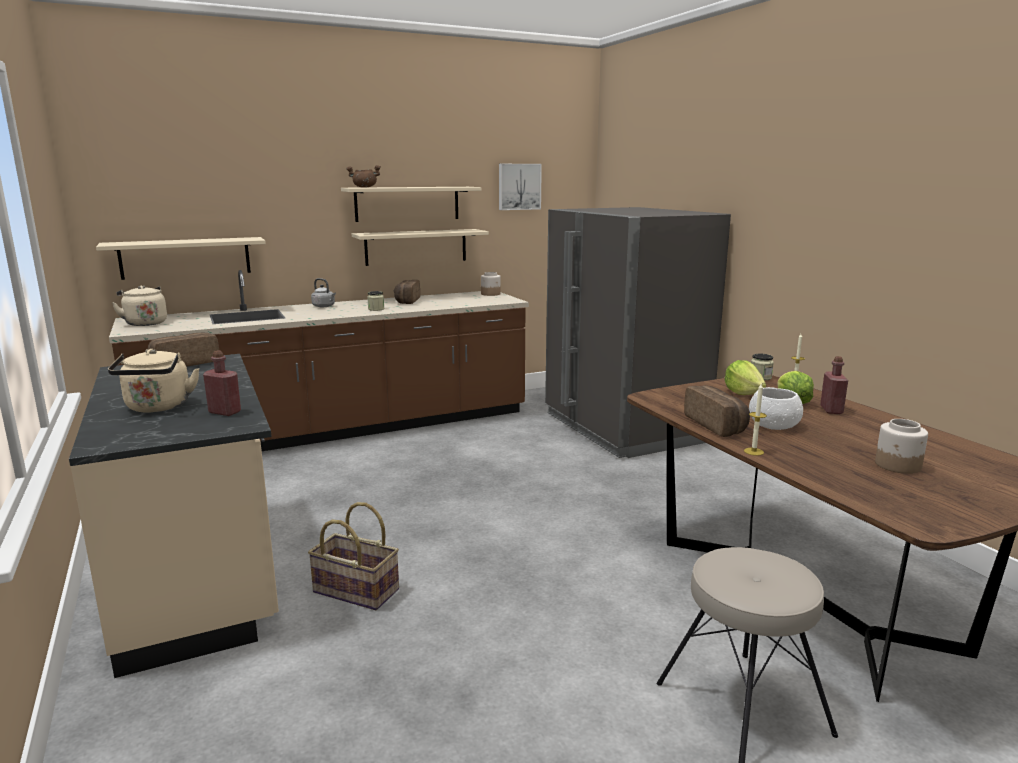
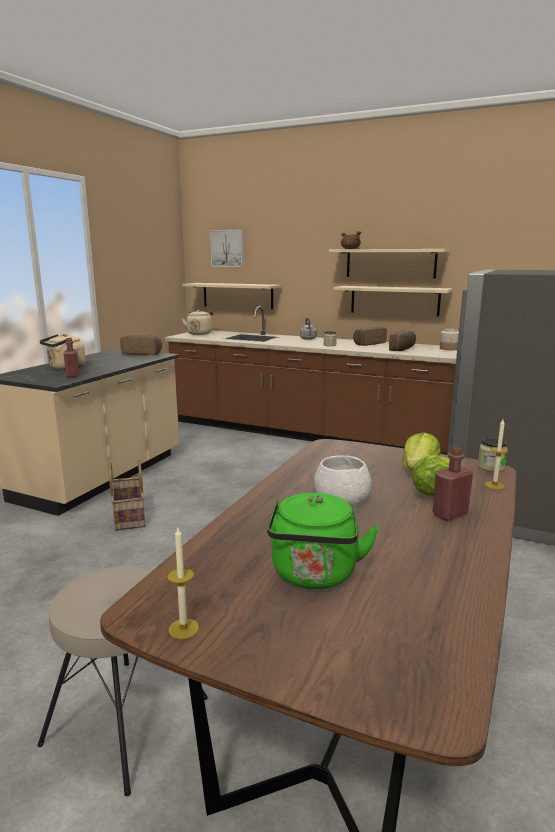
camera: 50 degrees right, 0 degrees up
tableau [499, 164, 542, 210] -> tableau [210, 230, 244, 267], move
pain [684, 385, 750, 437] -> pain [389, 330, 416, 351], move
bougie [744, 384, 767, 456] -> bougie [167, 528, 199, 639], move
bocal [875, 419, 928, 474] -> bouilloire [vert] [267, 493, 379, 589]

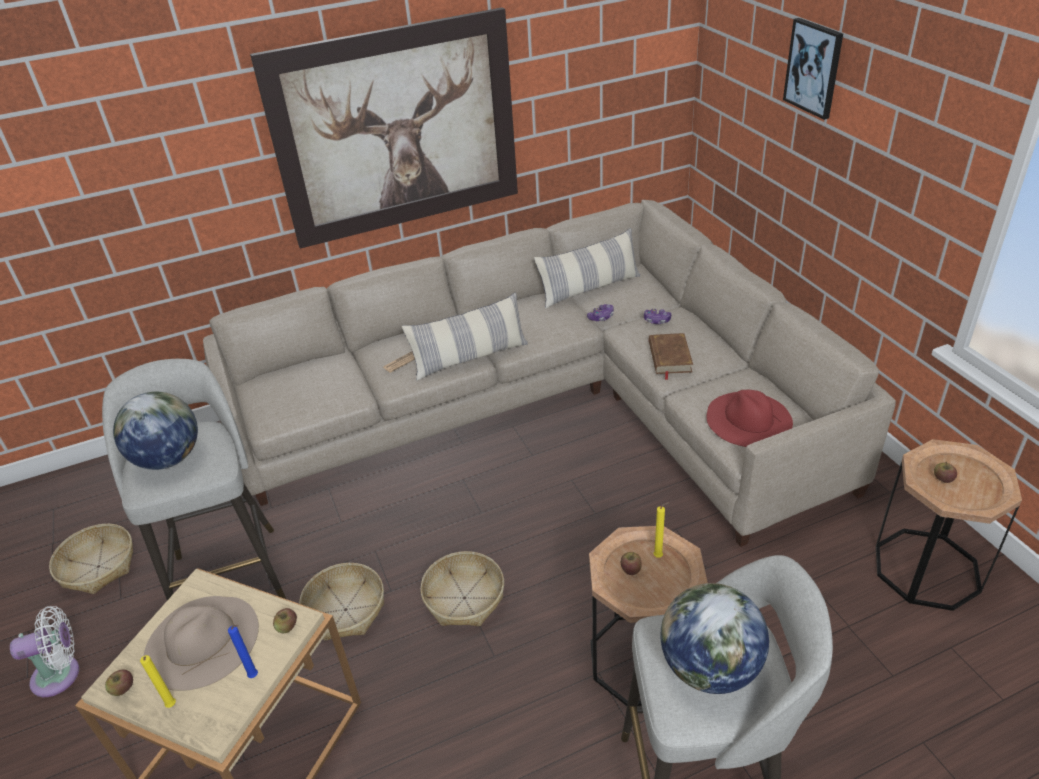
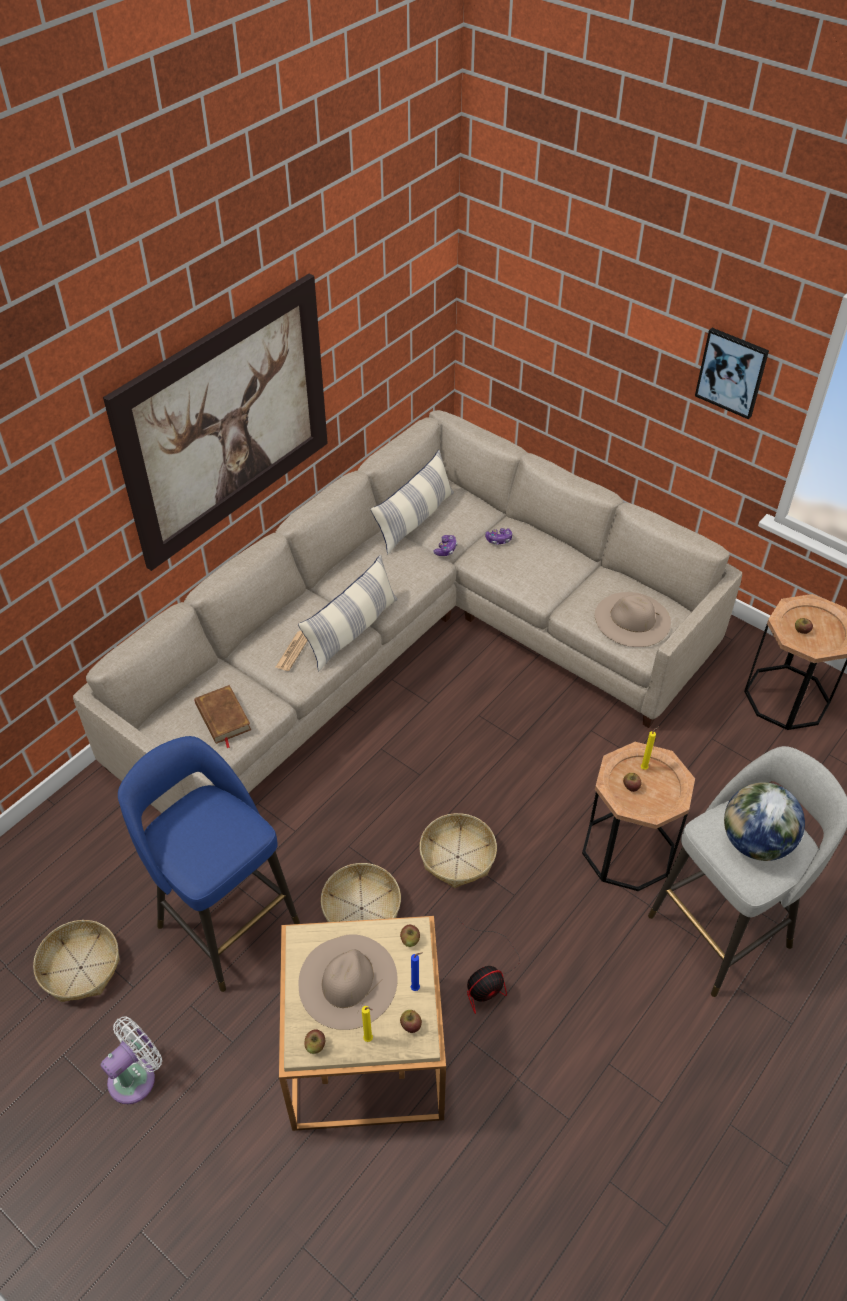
camera: 30 degrees left, 10 degrees up
tabouret [gris] [102, 359, 286, 600] -> tabouret [bleu] [118, 736, 300, 992]
globe [113, 392, 198, 470] -> none
livre [marron] [649, 333, 693, 380] -> livre [marron] [195, 685, 251, 748], move
chapeau [rouge] [706, 390, 793, 447] -> chapeau [beige] [595, 592, 671, 647]
tableau [783, 18, 843, 120] -> tableau [695, 328, 769, 419], move
none -> pomme [400, 1010, 422, 1033]
none -> ventilateur [456, 915, 520, 1014]

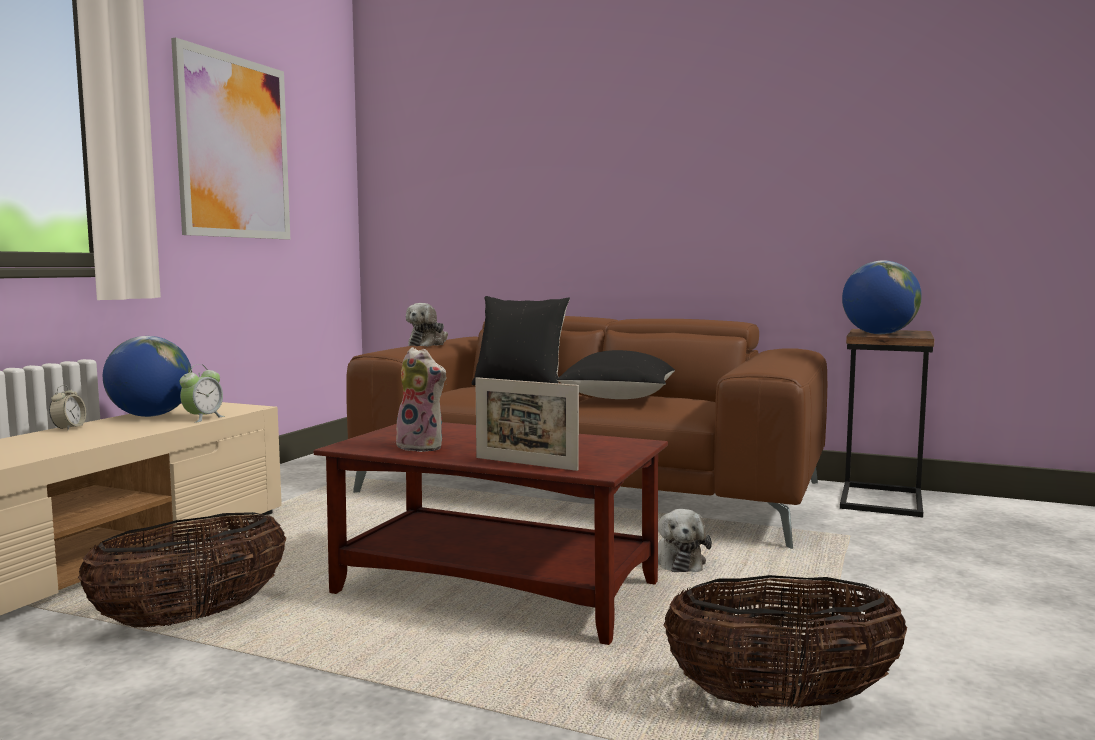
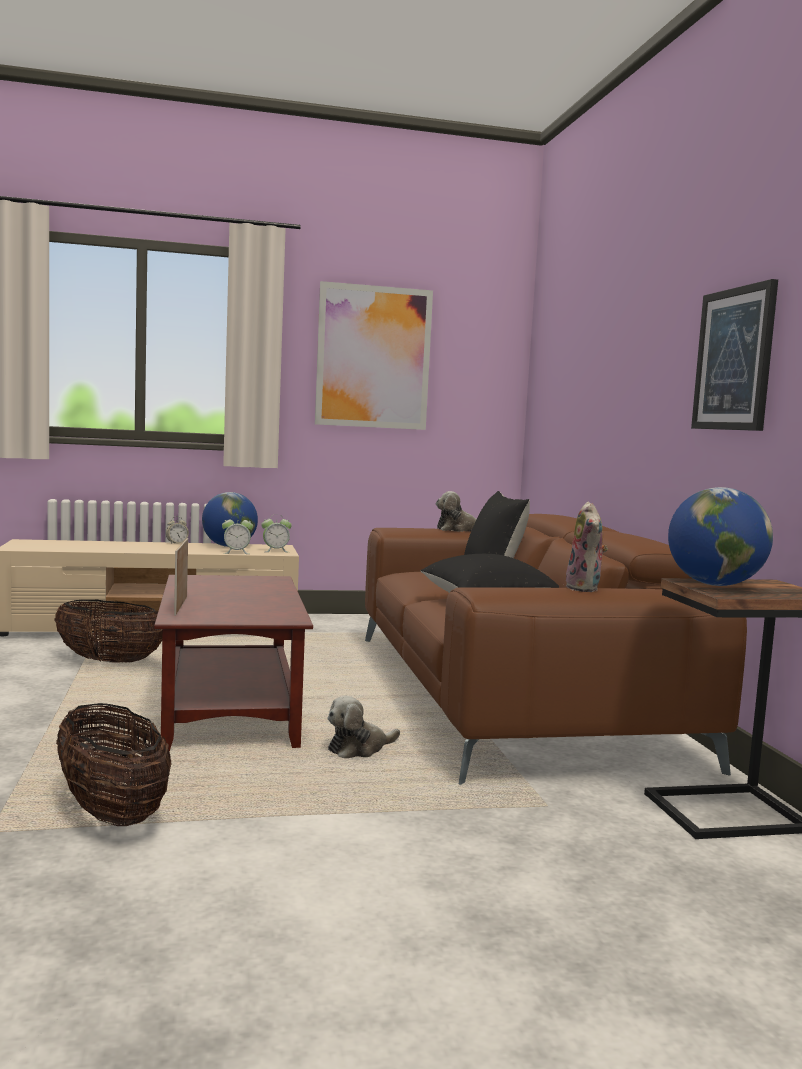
camera: 55 degrees right, 0 degrees up
peluche [390, 347, 446, 452] -> peluche [566, 502, 608, 592], move
none -> réveil [261, 514, 292, 552]
none -> tableau [691, 279, 778, 431]

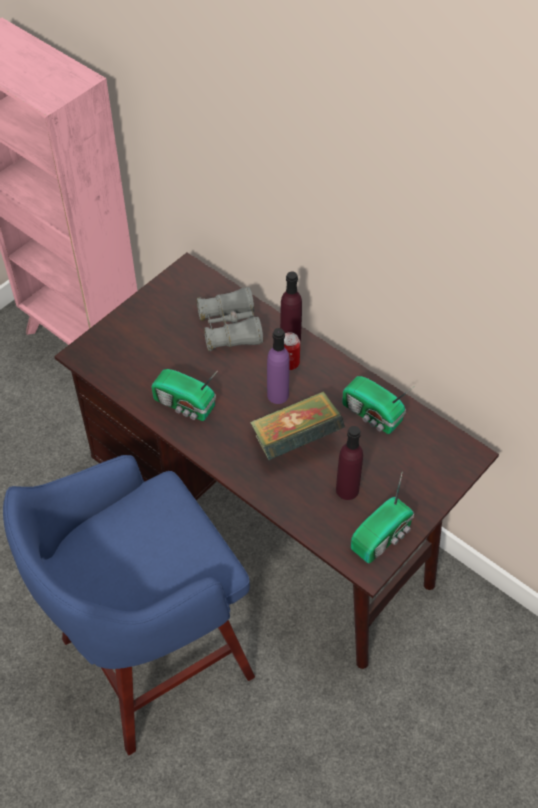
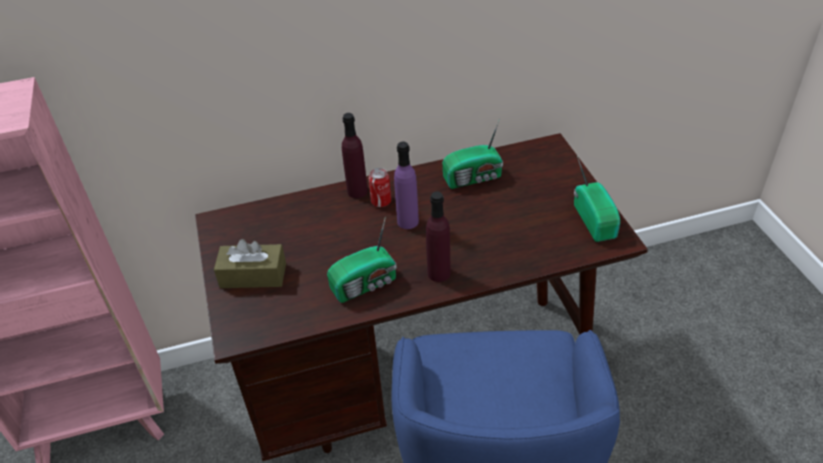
camera: 55 degrees left, 10 degrees down
jumelles [gris] [196, 287, 263, 351] -> none
livre [250, 391, 345, 460] -> none
bouteille [violet] [336, 426, 363, 500] -> bouteille [violet] [426, 192, 451, 282], move
none -> boîte à mouchoirs [marron] [214, 239, 286, 288]

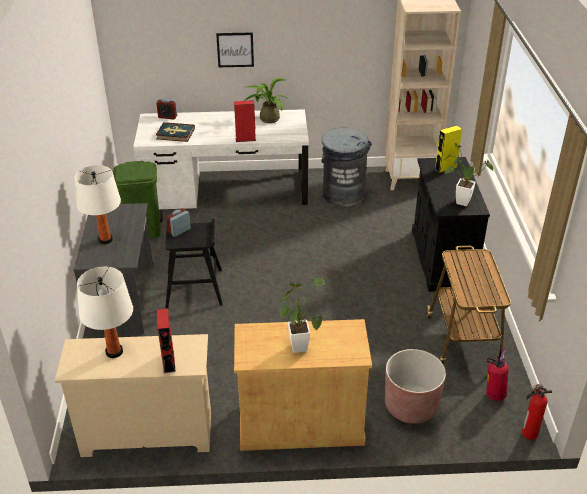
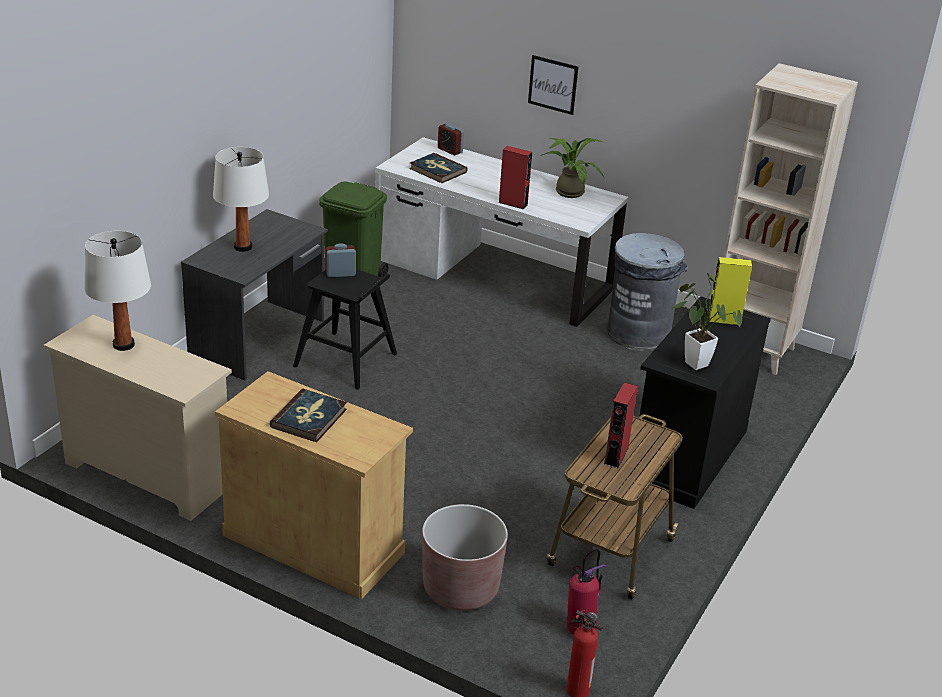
camera: 30 degrees right, 5 degrees down
enceinte [rouge] [156, 308, 176, 373] -> enceinte [rouge] [604, 382, 638, 468], move
plante en pot [279, 277, 325, 353] -> livre [270, 389, 347, 442]

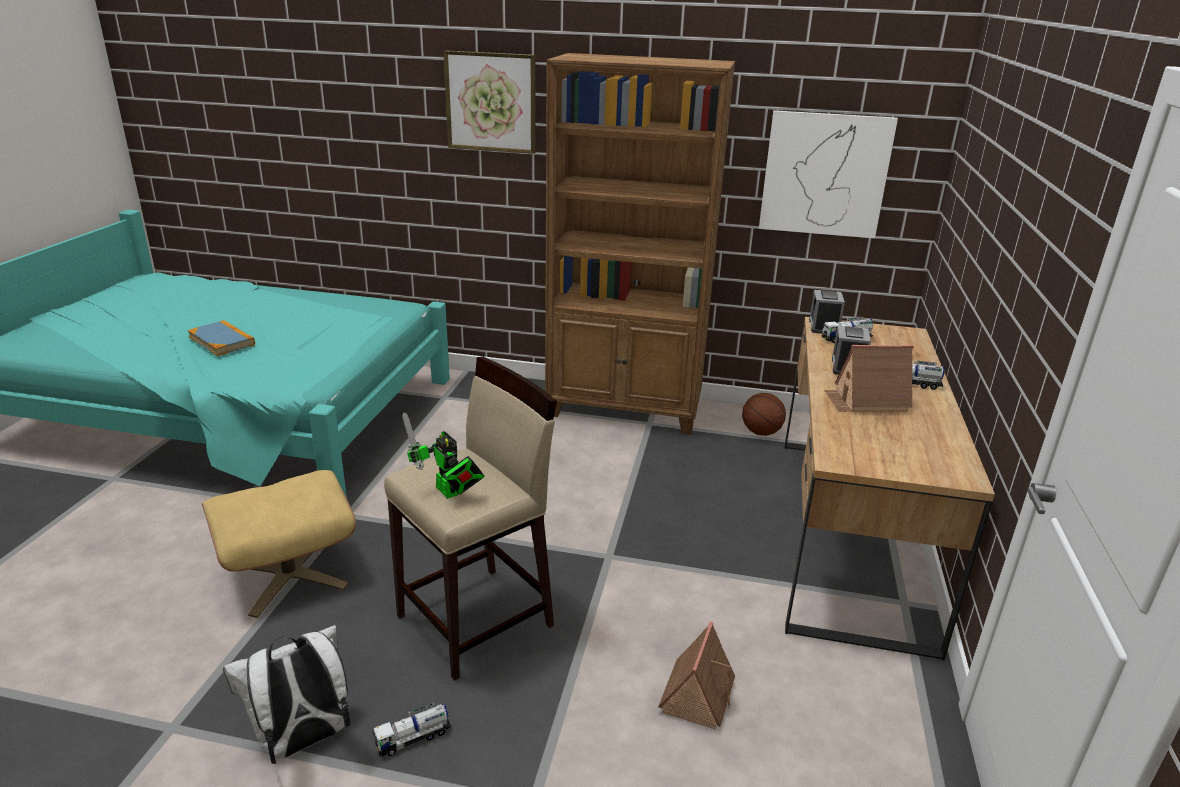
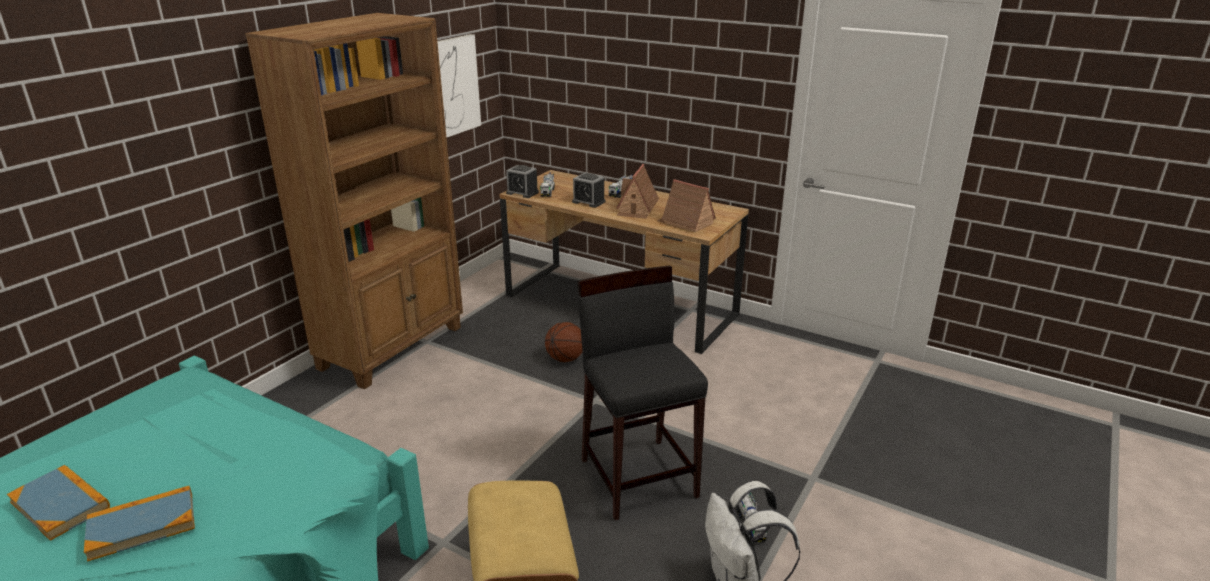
camera: 70 degrees left, 0 degrees up
tabouret [beige] [384, 357, 557, 681] -> tabouret [noir] [577, 266, 708, 520]
robot jouet [402, 412, 484, 499] -> none
tableau [443, 50, 536, 154] -> none
maison miniature [658, 621, 735, 729] -> maison miniature [657, 179, 716, 232], move
ballon de basket [742, 393, 786, 436] -> ballon de basket [545, 322, 582, 362], move
none -> livre [7, 465, 110, 541]

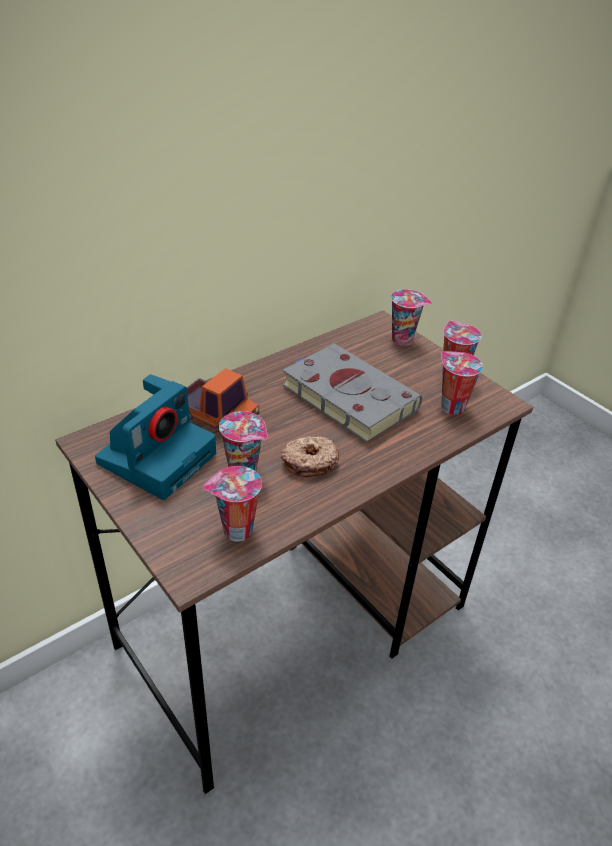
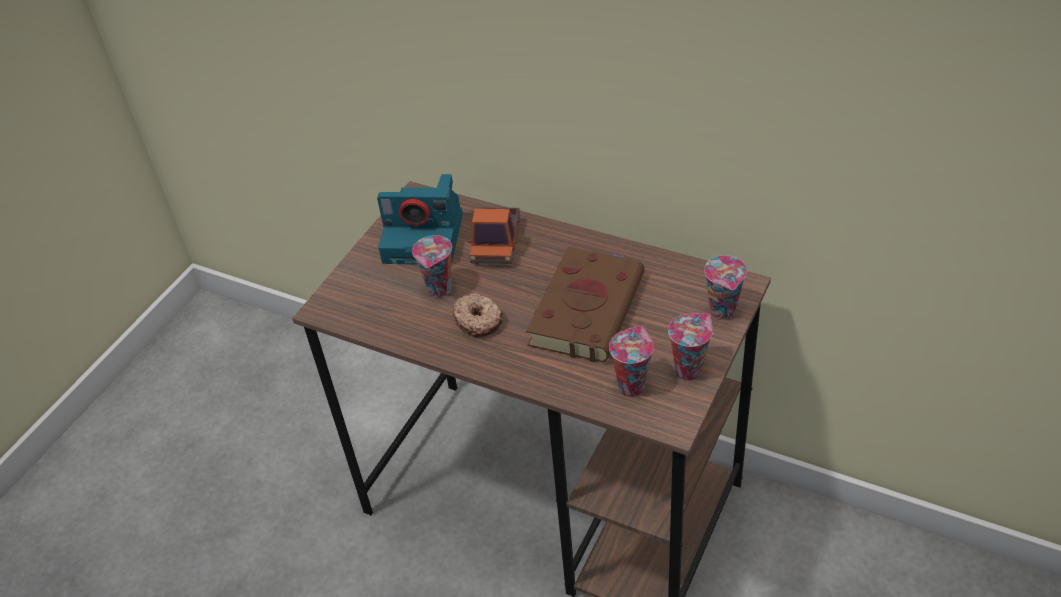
camera: 70 degrees right, 5 degrees up
tasse [203, 466, 262, 541] -> none
livre [gris] [282, 343, 422, 443] -> livre [marron] [526, 247, 645, 363]

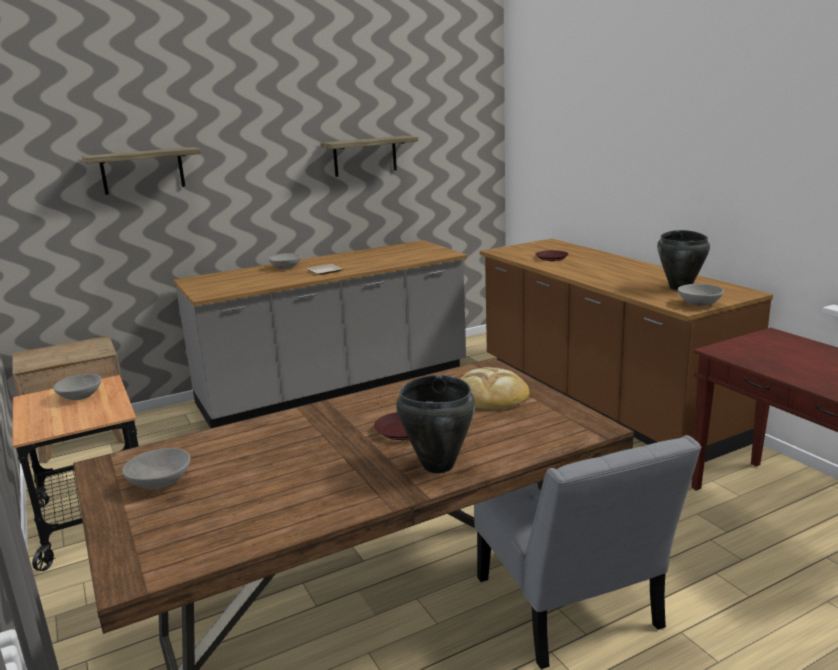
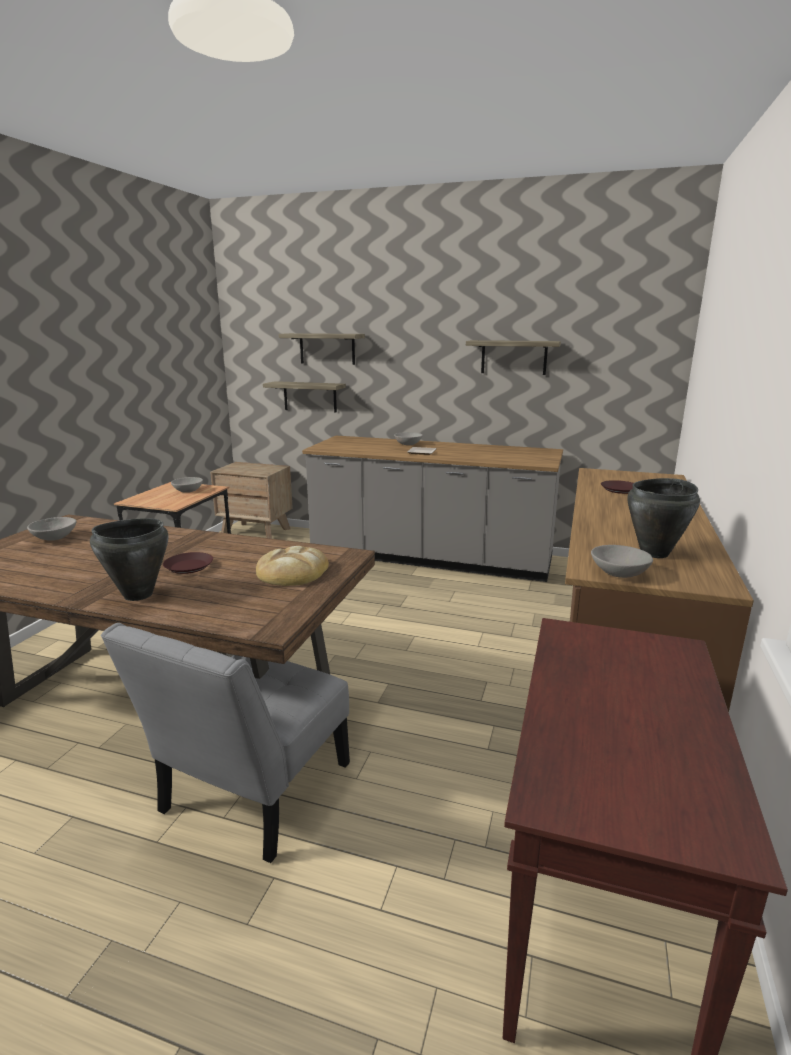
camera: 45 degrees right, 0 degrees up
none -> étagère [263, 381, 346, 413]

